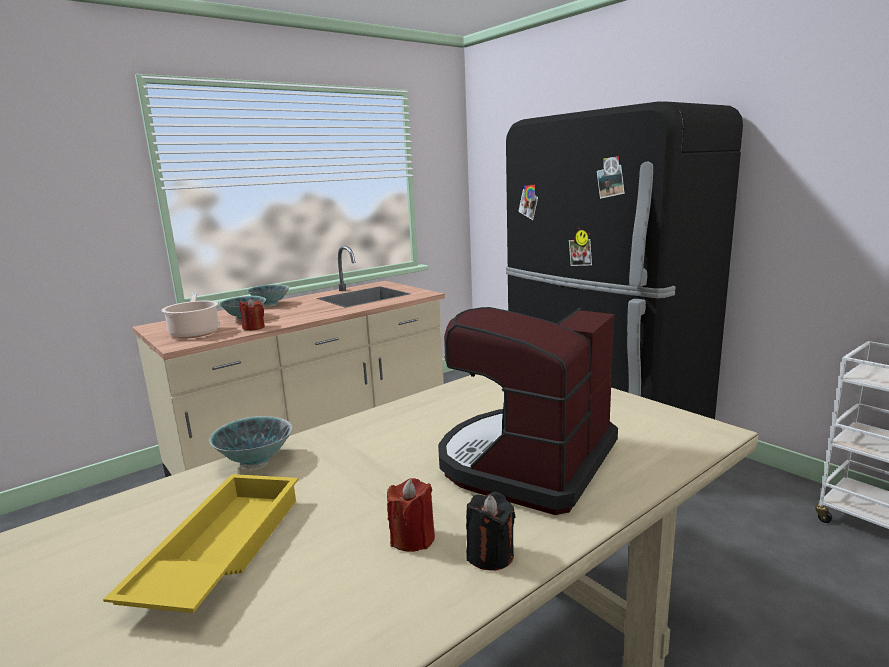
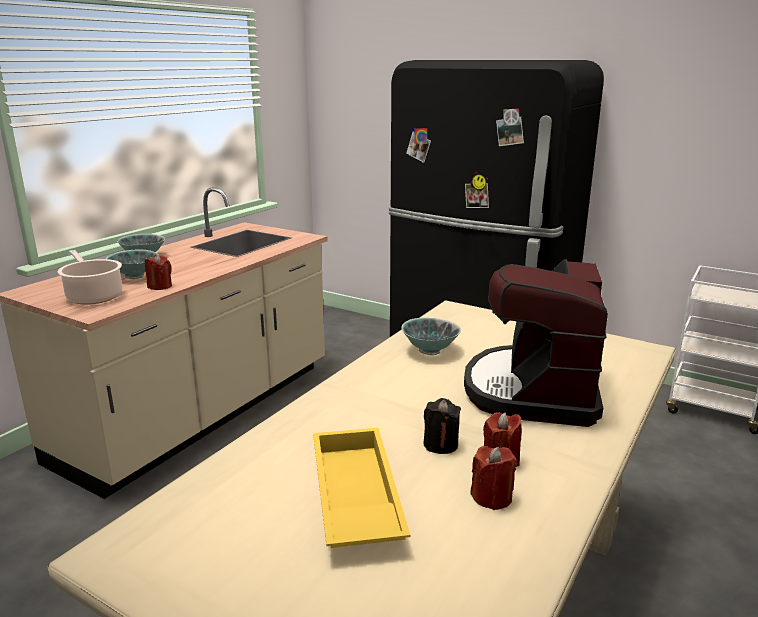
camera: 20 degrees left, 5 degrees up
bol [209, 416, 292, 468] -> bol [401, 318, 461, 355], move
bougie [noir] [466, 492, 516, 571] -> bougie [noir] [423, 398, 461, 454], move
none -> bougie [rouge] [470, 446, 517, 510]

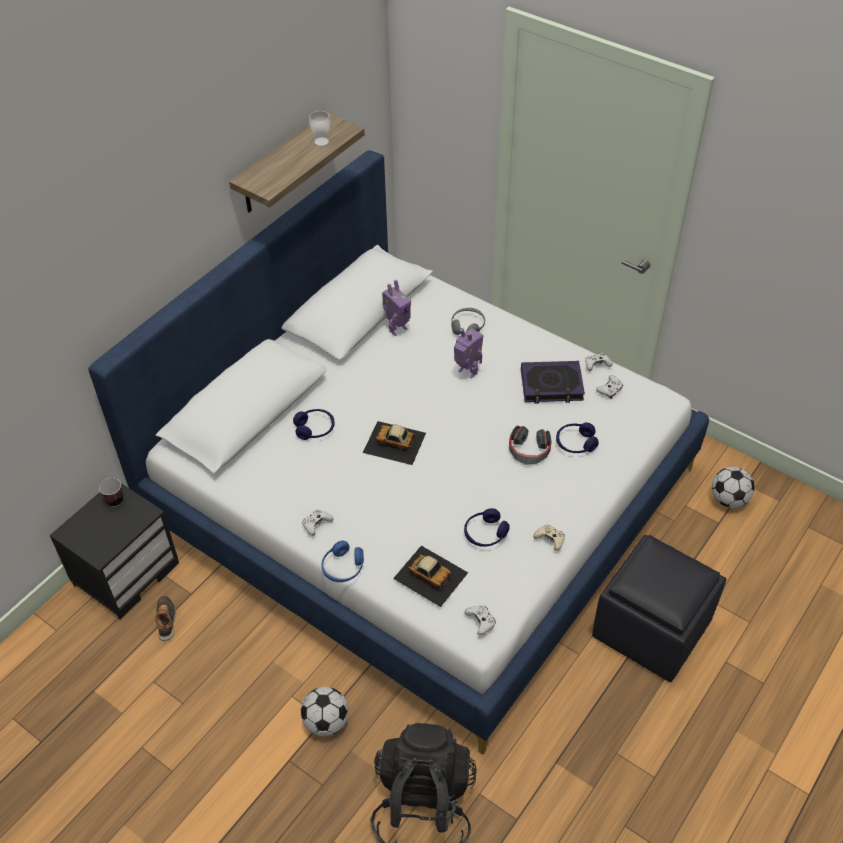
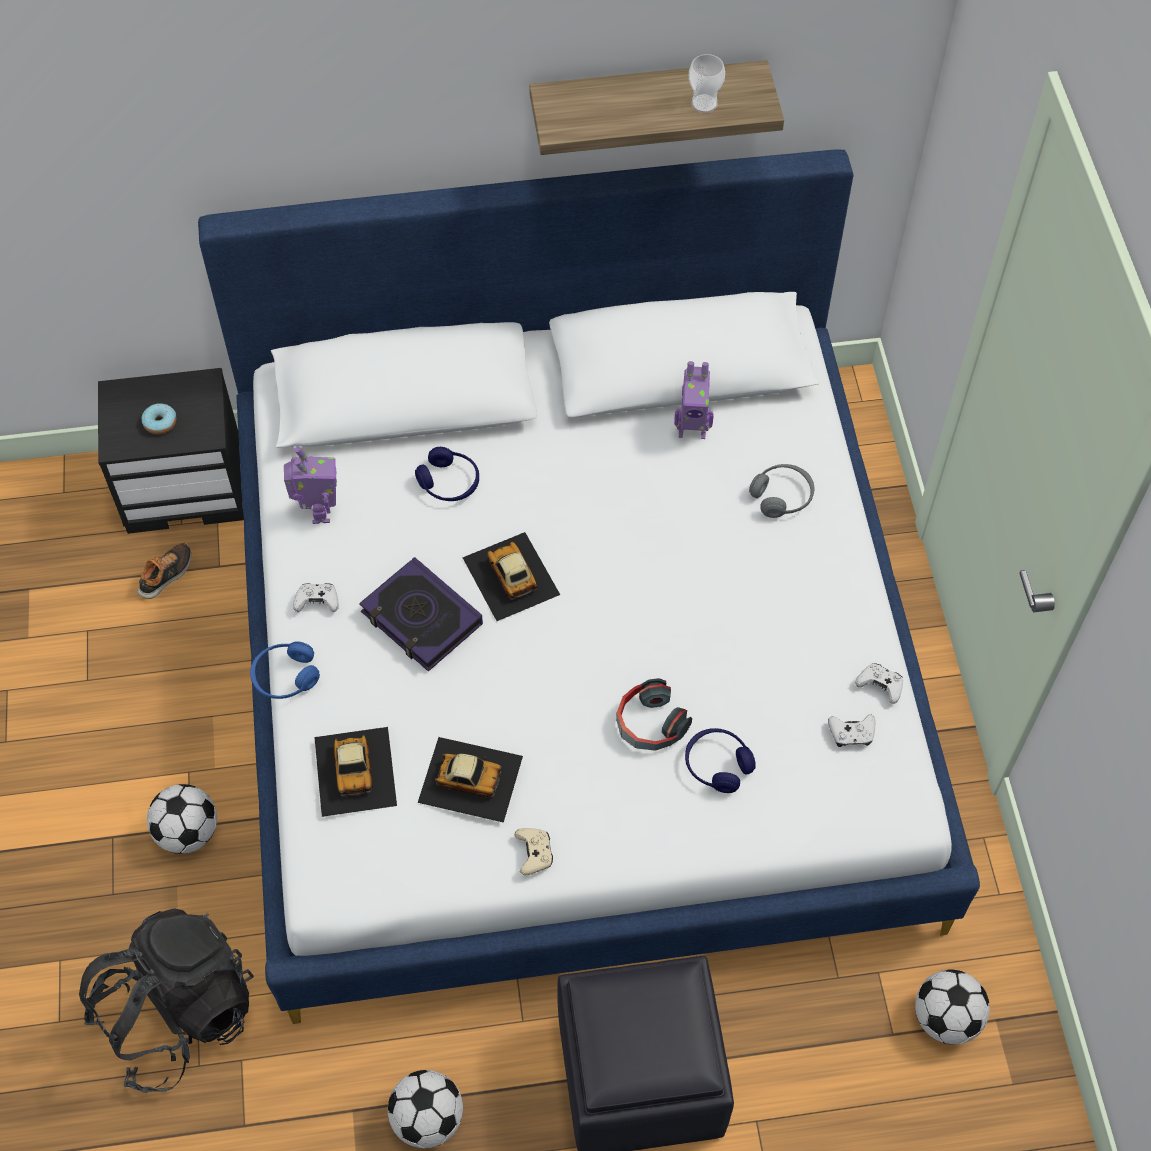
camera: 45 degrees right, 10 degrees up
tasse [99, 478, 123, 507] -> none
robot jouet [454, 328, 483, 379] -> robot jouet [284, 446, 337, 524], move
casque audio [bleu] [464, 508, 510, 547] -> petite voiture [418, 737, 523, 823]
manette [blanc] [465, 605, 496, 635] -> none
livre [521, 361, 585, 404] -> livre [359, 557, 483, 671], move
none -> beignet [142, 404, 176, 434]
none -> ballon de foot [388, 1070, 463, 1148]

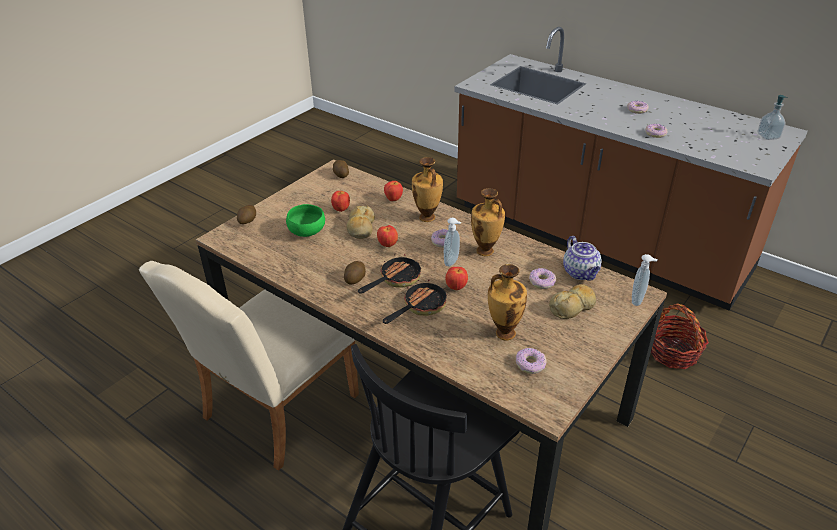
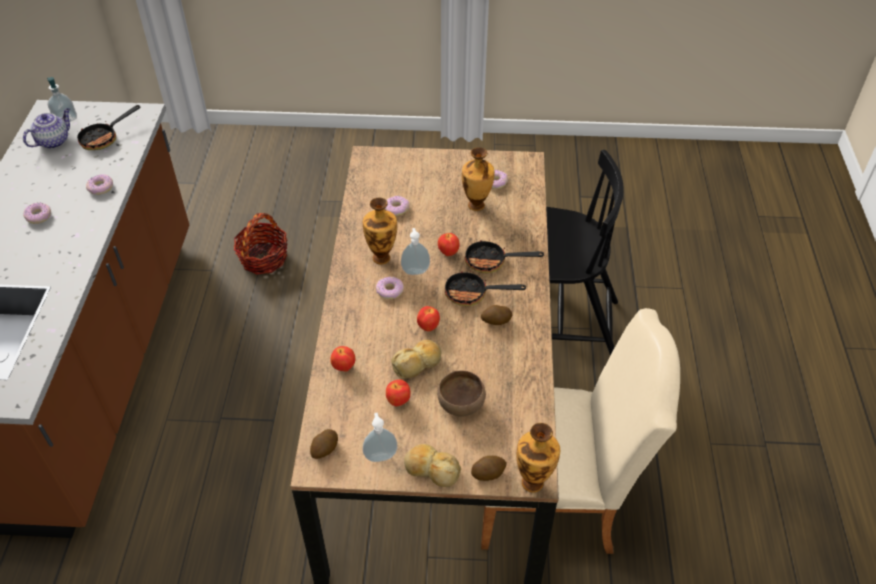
camera: 125 degrees left, 10 degrees up
bol [vert] [286, 204, 325, 237] -> bol [marron] [437, 370, 486, 417]
vase [412, 157, 443, 222] -> vase [516, 423, 560, 493], move
pain [549, 284, 596, 319] -> pain [404, 444, 461, 487], move
théière [563, 236, 602, 281] -> théière [23, 108, 70, 149], move
distributeur de savon [632, 254, 658, 306] -> distributeur de savon [363, 413, 397, 462], move
none -> poêle [77, 105, 140, 150]

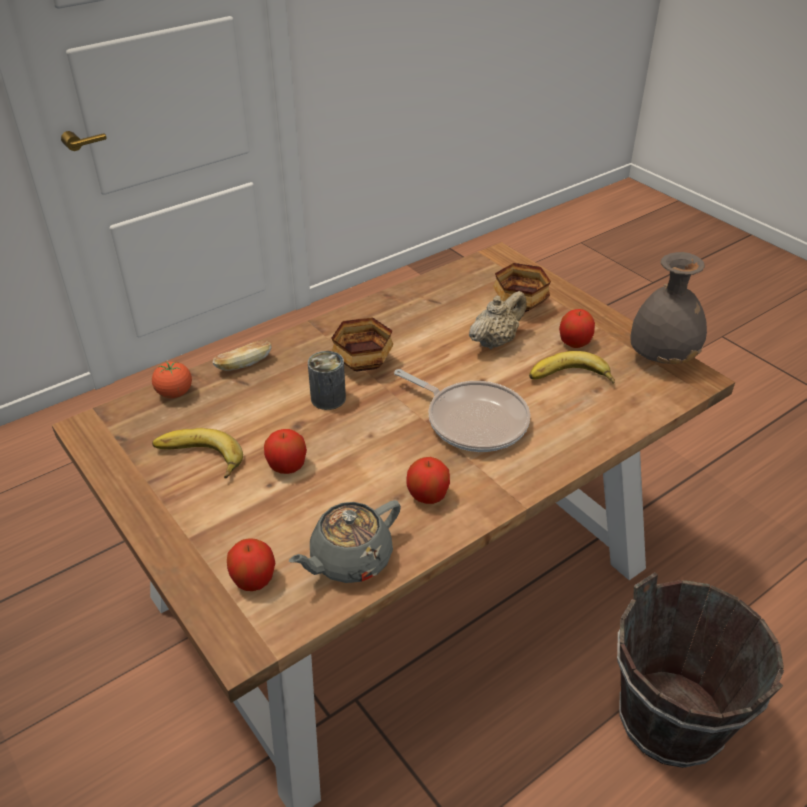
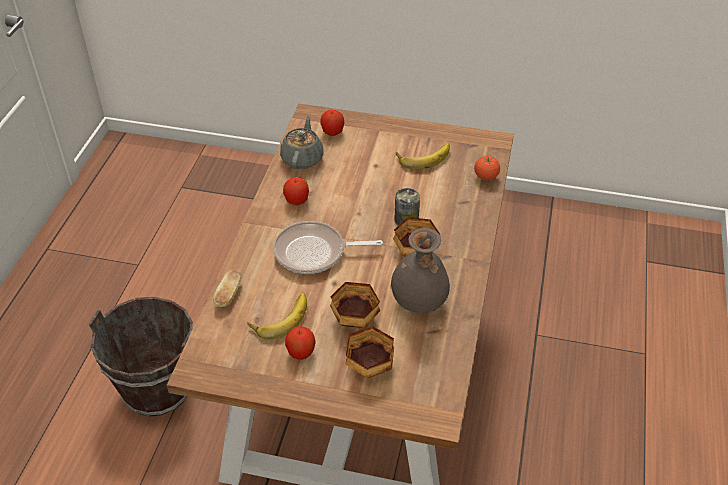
camera: 140 degrees right, 5 degrees up
pain [213, 341, 272, 371] -> pain [213, 269, 242, 307], move
pomme [264, 429, 307, 474] -> none
théière [beige] [469, 291, 527, 349] -> bol [330, 282, 380, 328]
vase [gris] [630, 252, 707, 364] -> vase [gris] [390, 228, 450, 313], move

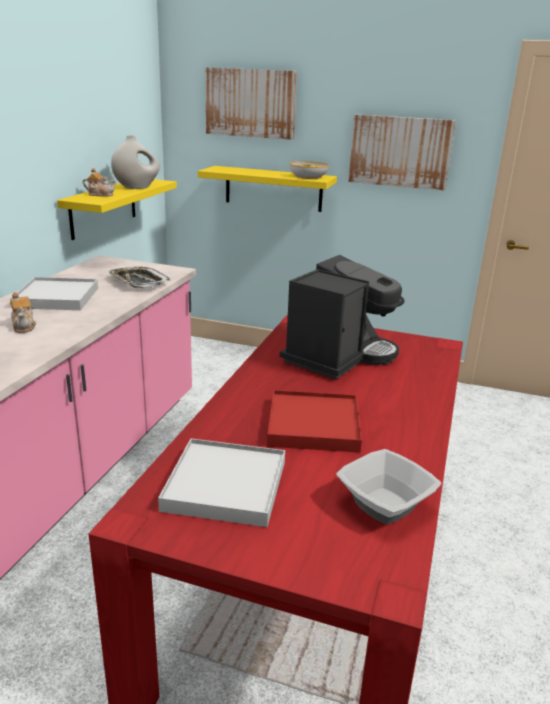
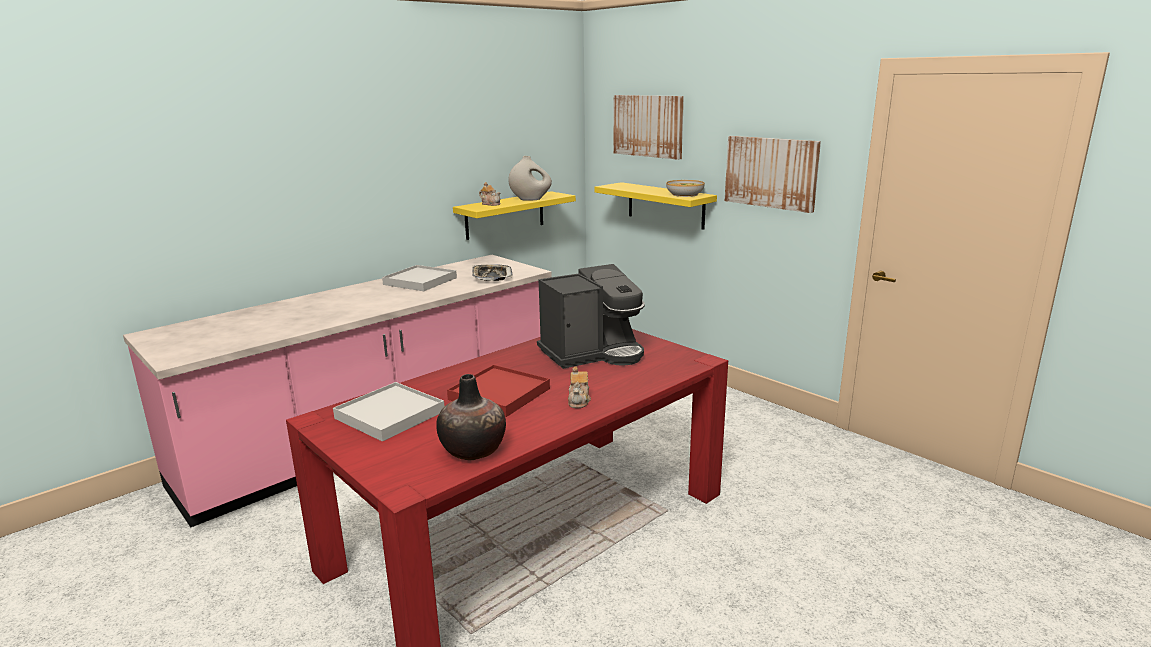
camera: 30 degrees right, 5 degrees down
théière [10, 292, 36, 333] -> théière [568, 366, 591, 408], move
bol [336, 449, 441, 525] -> vase [436, 374, 506, 460]

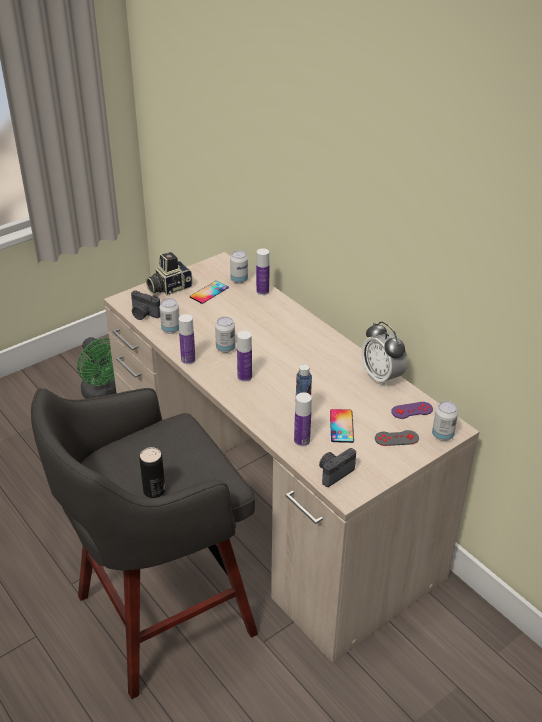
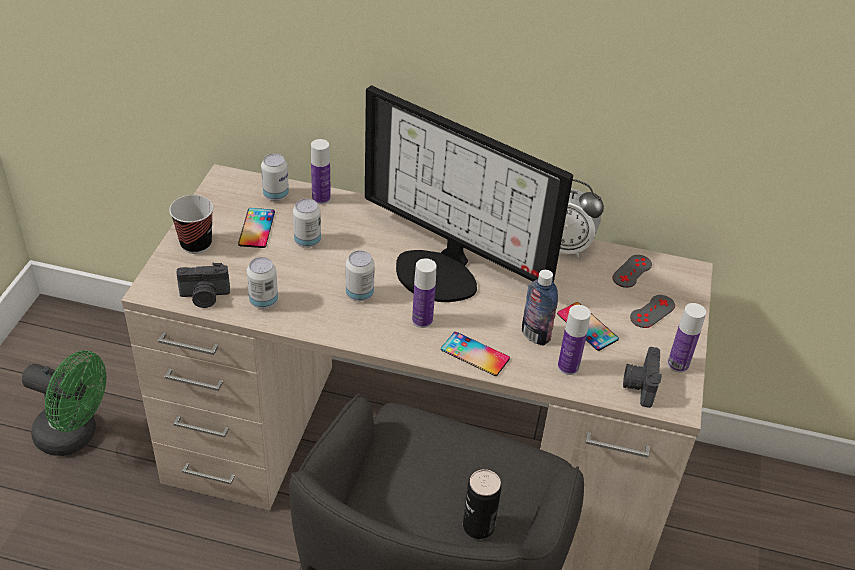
camera: 40 degrees left, 5 degrees up
appareil photo [146, 252, 193, 296] -> tasse [169, 195, 213, 254]
bouteille [179, 314, 195, 365] -> bouteille [668, 303, 706, 373], move
manette [violet] [391, 402, 433, 419] -> manette [gris] [612, 255, 652, 288]
boîte métallique [432, 401, 458, 441] -> boîte métallique [293, 199, 321, 248], move
none -> écran d'ordinateur [365, 85, 573, 302]
none -> téléphone [441, 332, 510, 376]

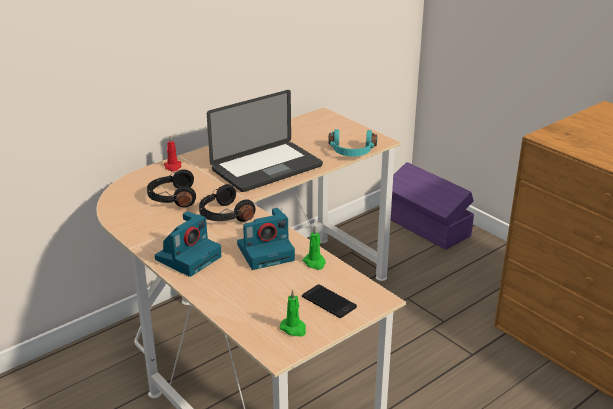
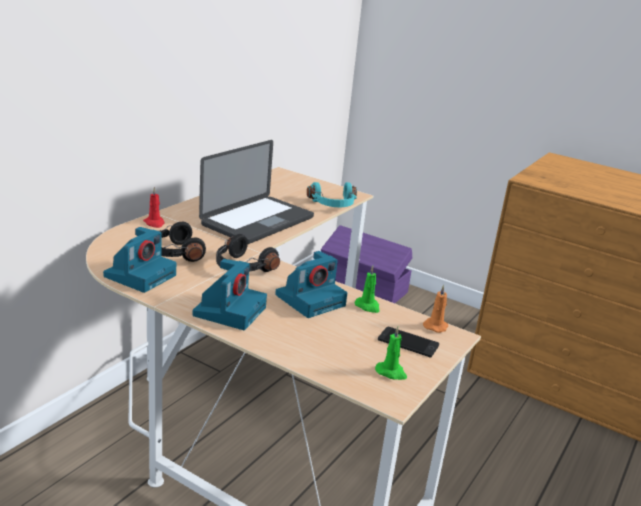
camera: 20 degrees left, 5 degrees down
none -> appareil photo [103, 227, 176, 293]
none -> bougie [orange] [423, 285, 448, 333]

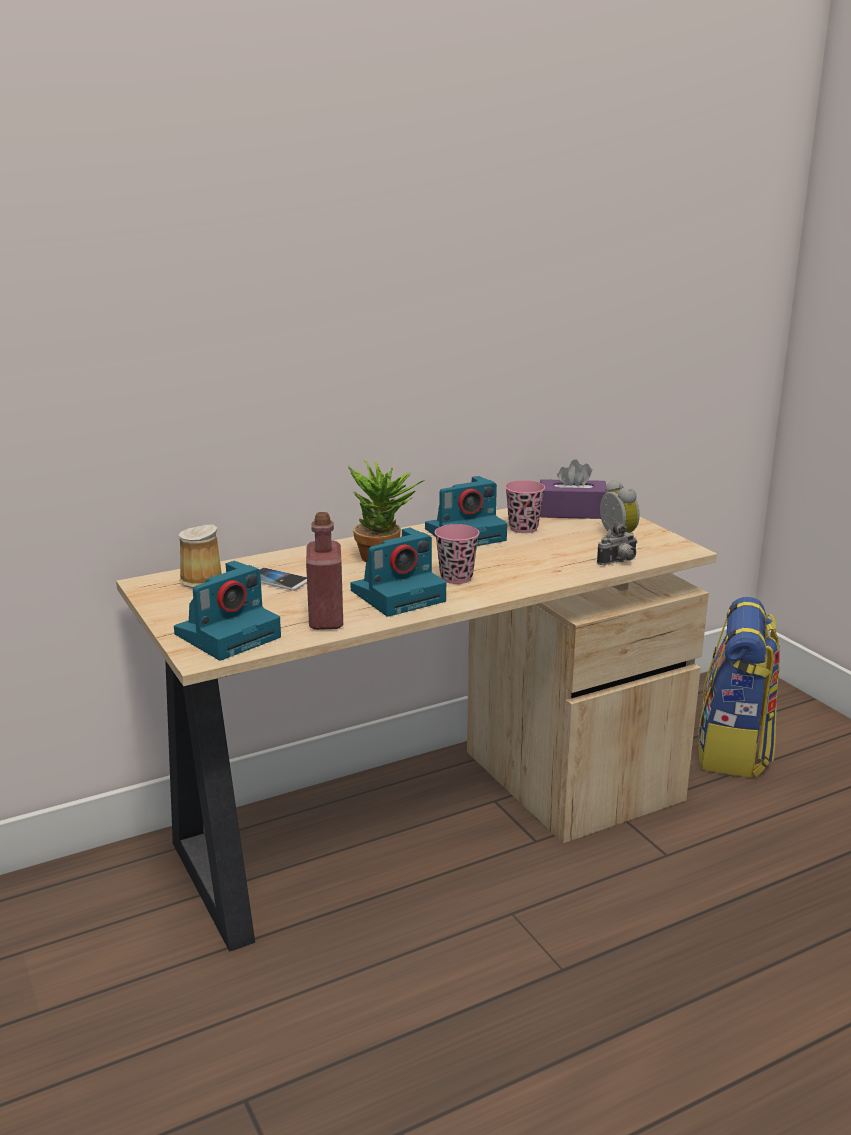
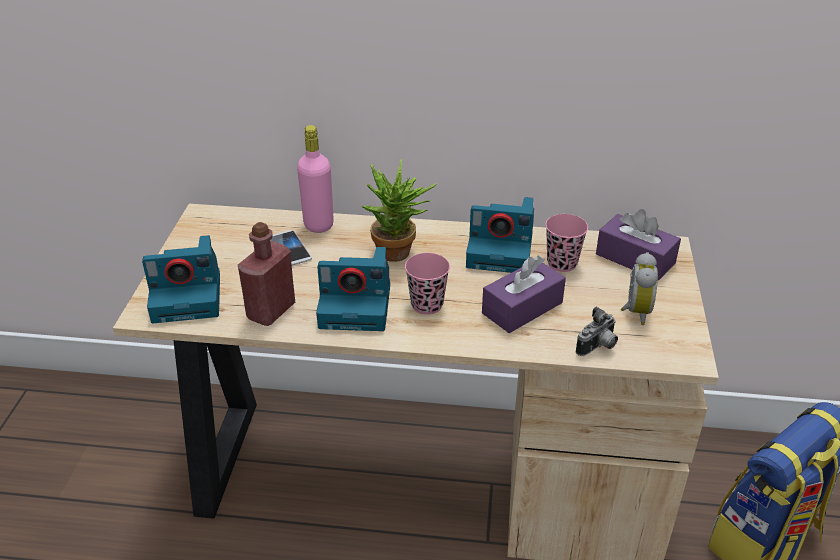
camera: 35 degrees right, 15 degrees up
mug [179, 525, 222, 588] -> none
appareil photo [597, 521, 638, 565] -> appareil photo [576, 307, 618, 356], 45 degrees counterclockwise
none -> bouteille [rose] [297, 125, 334, 233]
none -> boîte à mouchoirs [violet] [482, 256, 566, 333]

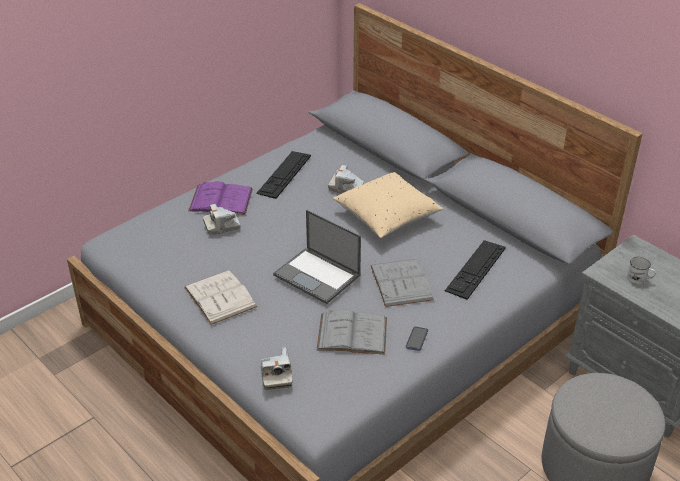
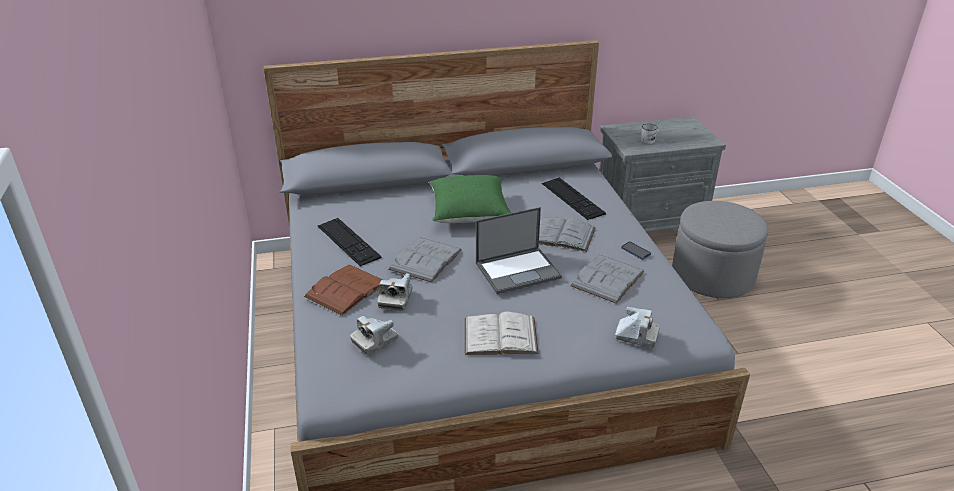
camera: 60 degrees left, 5 degrees down
livre [violet] [188, 181, 253, 215] -> livre [marron] [304, 265, 383, 316]
appareil photo [328, 165, 364, 193] -> appareil photo [350, 316, 399, 355], move
coussin [beige] [333, 172, 443, 238] -> coussin [vert] [429, 175, 511, 223]
none -> livre [gris] [388, 237, 462, 283]

